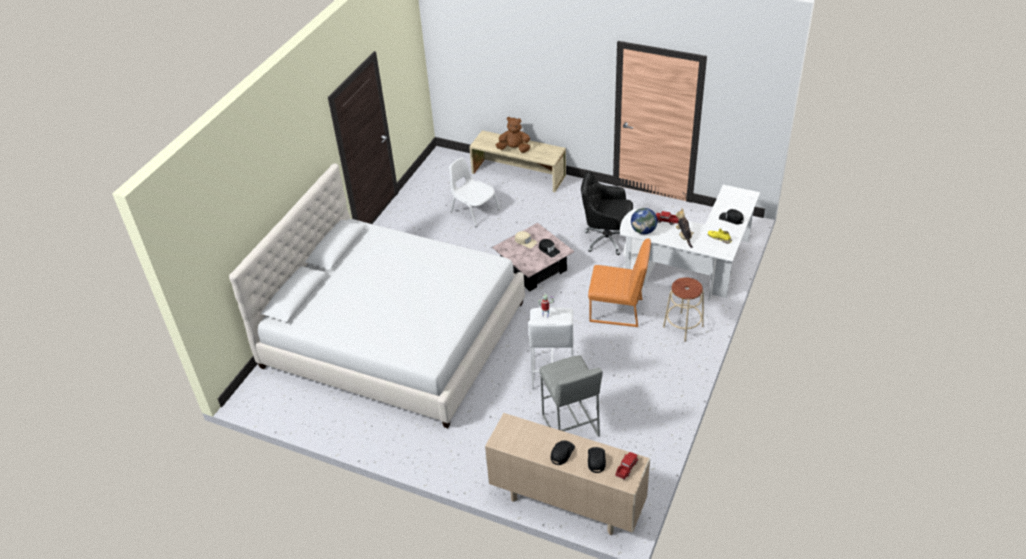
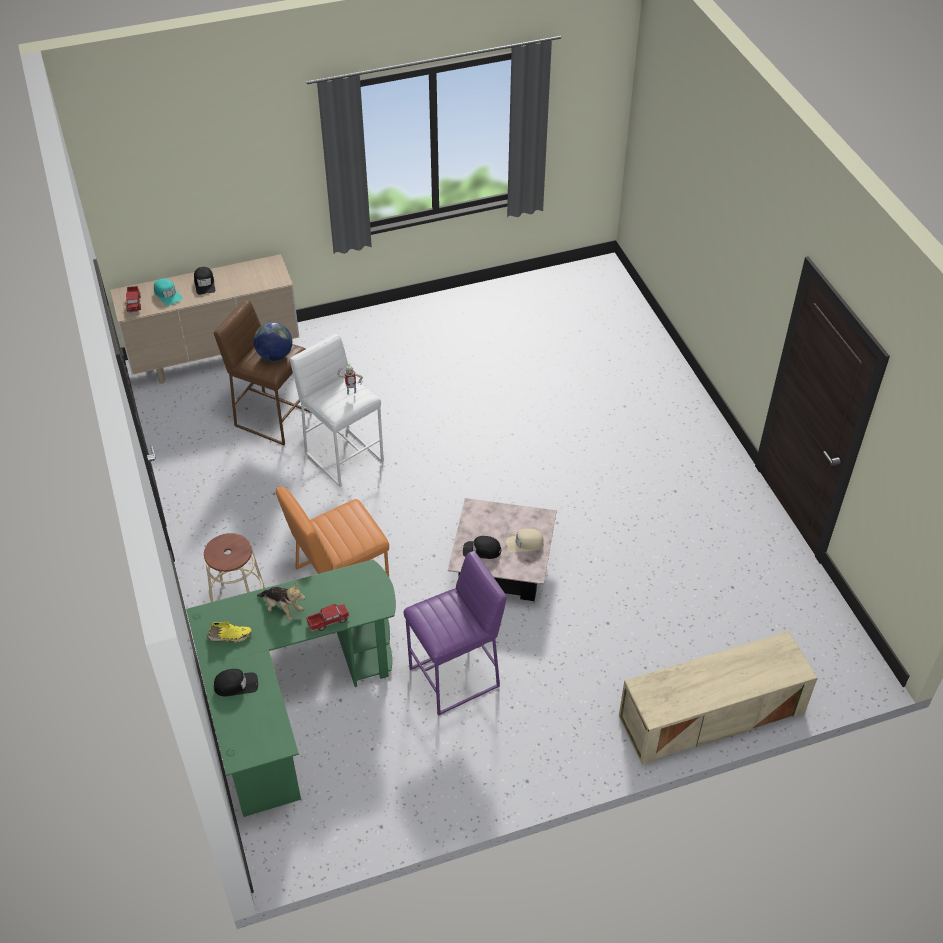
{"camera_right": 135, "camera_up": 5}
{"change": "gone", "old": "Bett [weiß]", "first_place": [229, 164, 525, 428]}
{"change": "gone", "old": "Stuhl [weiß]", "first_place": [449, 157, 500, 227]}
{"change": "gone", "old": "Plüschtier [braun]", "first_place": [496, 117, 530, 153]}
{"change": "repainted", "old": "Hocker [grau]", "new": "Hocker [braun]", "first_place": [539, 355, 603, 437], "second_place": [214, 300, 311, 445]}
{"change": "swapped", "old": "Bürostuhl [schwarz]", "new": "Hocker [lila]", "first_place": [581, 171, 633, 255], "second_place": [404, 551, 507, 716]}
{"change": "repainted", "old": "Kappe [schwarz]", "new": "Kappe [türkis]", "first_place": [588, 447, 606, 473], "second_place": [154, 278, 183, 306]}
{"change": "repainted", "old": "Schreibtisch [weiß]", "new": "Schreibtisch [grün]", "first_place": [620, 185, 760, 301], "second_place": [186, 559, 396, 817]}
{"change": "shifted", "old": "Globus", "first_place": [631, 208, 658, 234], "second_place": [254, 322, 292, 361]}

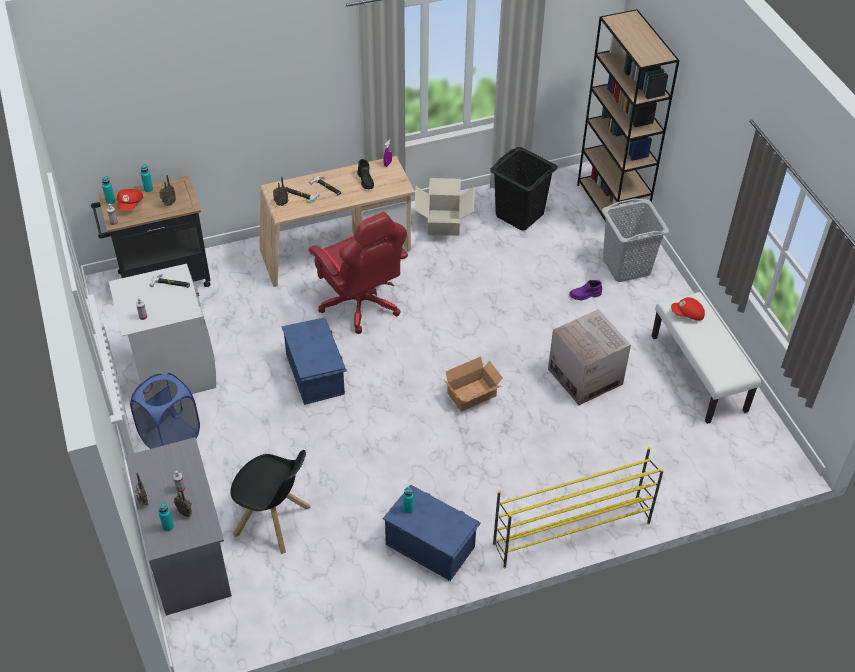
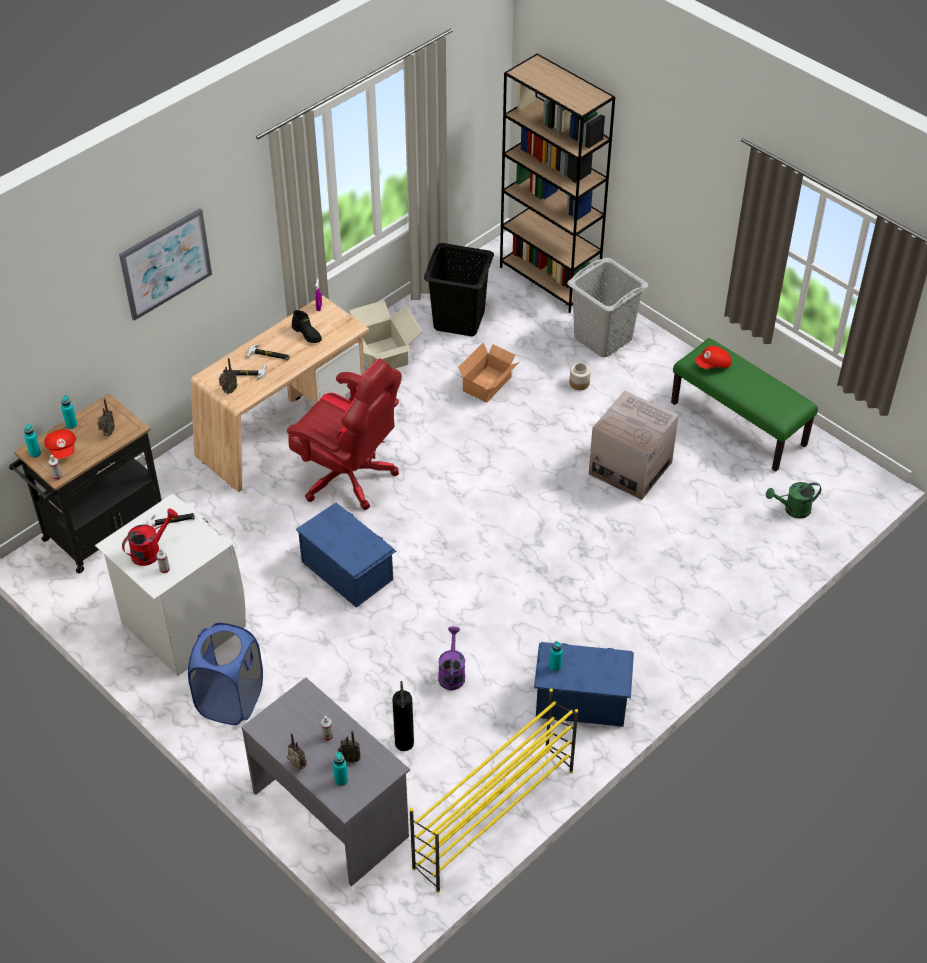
{"camera_right": -25, "camera_up": 0}
{"change": "swapped", "old": "Stuhl [schwarz]", "new": "Feuerlöscher", "first_place": [230, 450, 311, 554], "second_place": [392, 681, 414, 751]}
{"change": "shifted", "old": "Karton", "first_place": [444, 357, 503, 412], "second_place": [458, 342, 520, 403]}
{"change": "shifted", "old": "Schuhregal [gelb]", "first_place": [493, 447, 664, 568], "second_place": [410, 689, 578, 893]}
{"change": "swapped", "old": "Stiefel [lila]", "new": "Vorratsglas", "first_place": [569, 280, 602, 300], "second_place": [570, 363, 591, 390]}
{"change": "repainted", "old": "Bank [weiß]", "new": "Bank [grün]", "first_place": [651, 292, 761, 424], "second_place": [671, 338, 818, 472]}
{"change": "new", "new": "Bild", "second_place": [119, 209, 212, 321]}
{"change": "new", "new": "Gießkanne [rot]", "second_place": [122, 508, 178, 566]}
{"change": "new", "new": "Gießkanne [lila]", "second_place": [438, 627, 465, 690]}
{"change": "new", "new": "Gießkanne [grün]", "second_place": [766, 482, 821, 519]}

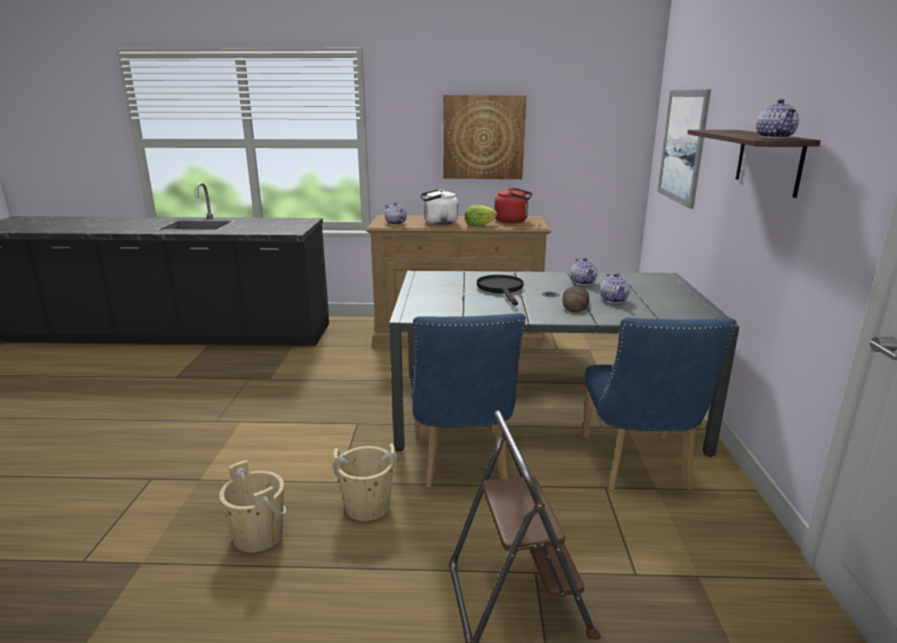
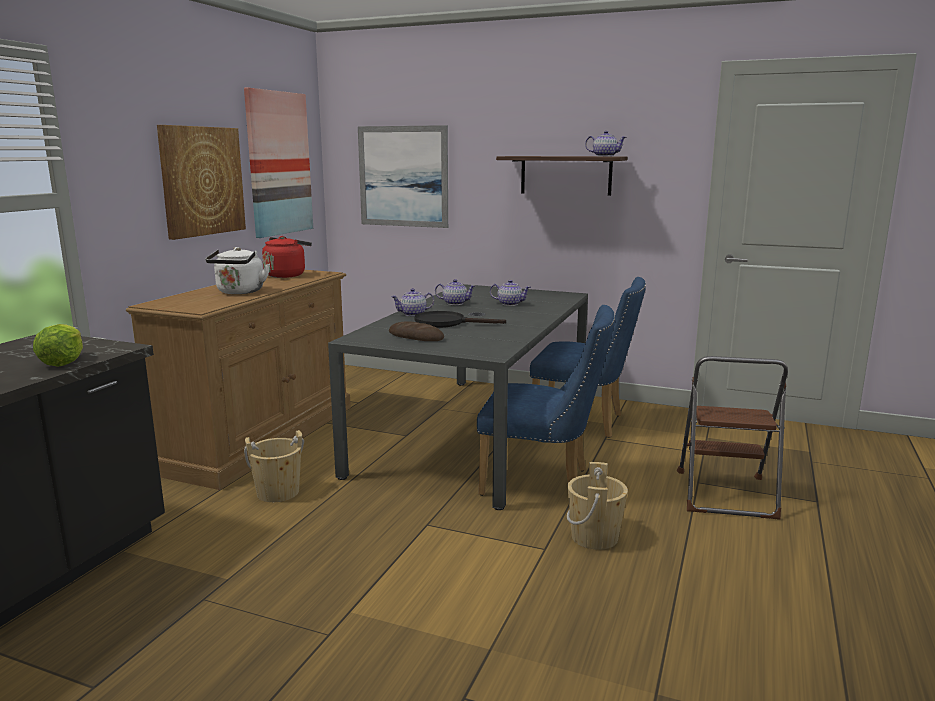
{"camera_right": -70, "camera_up": -5}
{"change": "shifted", "old": "Eimer [beige]", "first_place": [219, 460, 286, 553], "second_place": [244, 430, 304, 502]}
{"change": "shifted", "old": "Teekanne", "first_place": [385, 202, 407, 225], "second_place": [391, 288, 434, 316]}
{"change": "shifted", "old": "Salatkopf", "first_place": [465, 205, 497, 227], "second_place": [33, 324, 83, 367]}
{"change": "shifted", "old": "Brot", "first_place": [563, 286, 589, 312], "second_place": [389, 321, 444, 341]}
{"change": "new", "new": "Bild", "second_place": [244, 88, 313, 238]}

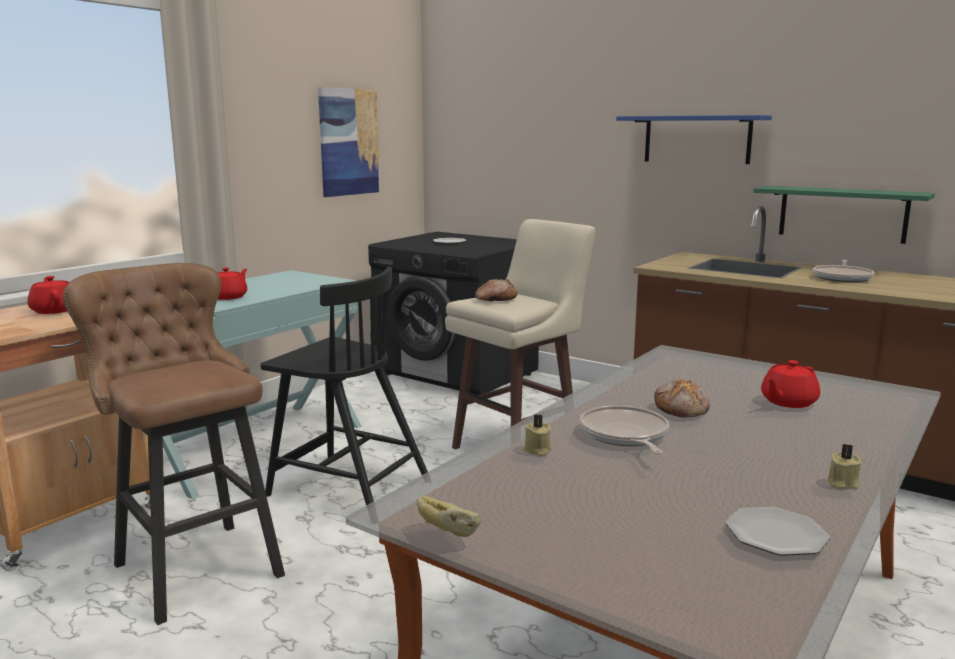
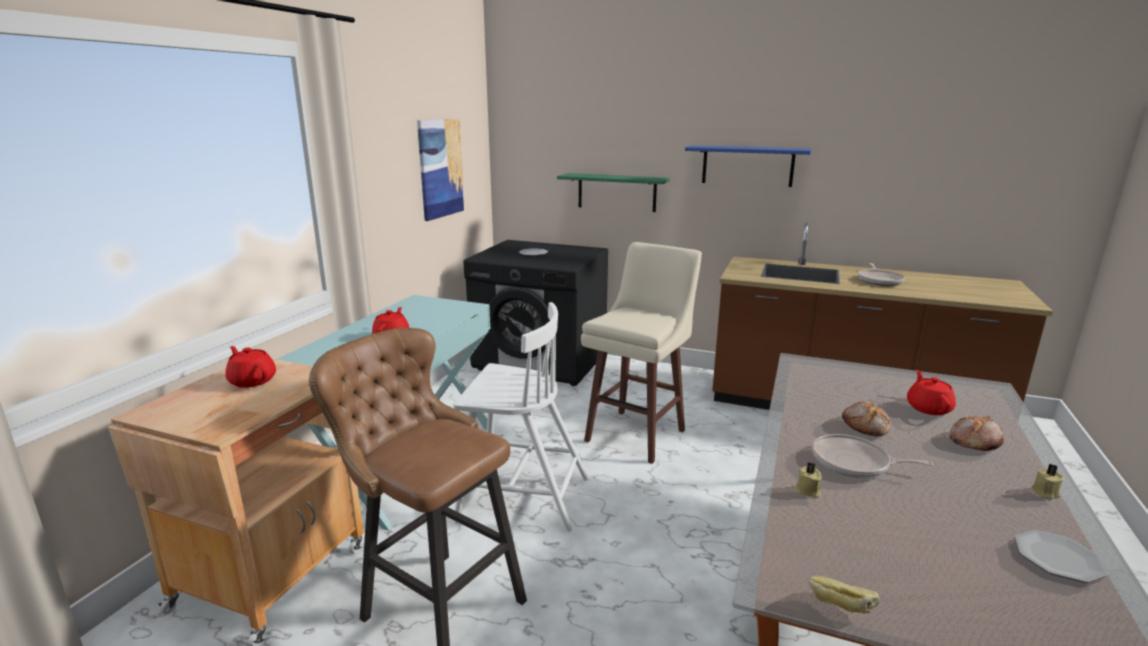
{"camera_right": -15, "camera_up": 5}
{"change": "repainted", "old": "Stuhl [schwarz]", "new": "Stuhl [weiß]", "first_place": [260, 267, 428, 505], "second_place": [453, 302, 589, 532]}
{"change": "shifted", "old": "Brot", "first_place": [475, 279, 518, 301], "second_place": [949, 416, 1004, 451]}
{"change": "rotated", "old": "Pfanne", "first_place": [580, 405, 669, 455], "second_place": [812, 434, 934, 478], "degrees": -45}
{"change": "shifted", "old": "Wandregal [grün]", "first_place": [753, 186, 935, 244], "second_place": [557, 173, 670, 212]}
{"change": "rotated", "old": "Teekanne [rot]", "first_place": [761, 360, 820, 408], "second_place": [907, 370, 956, 415], "degrees": 150}

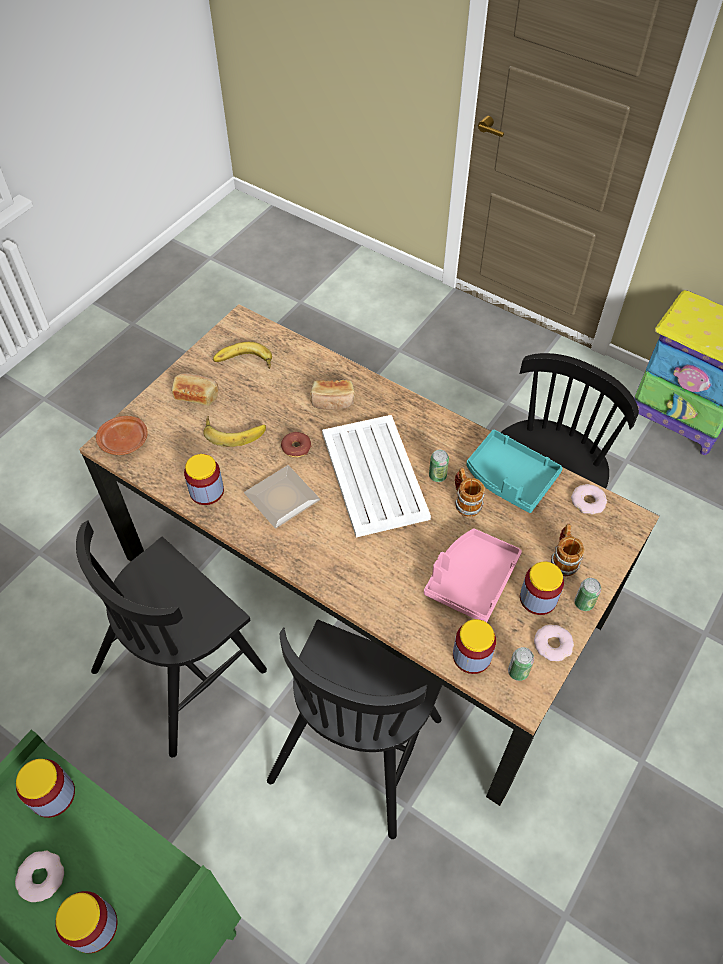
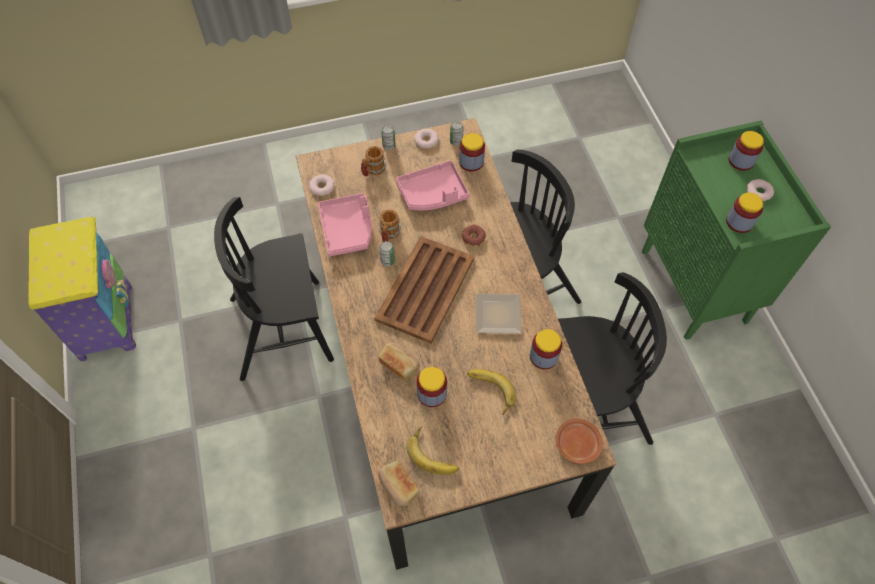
{"camera_right": -140, "camera_up": 5}
{"change": "shifted", "old": "Brot", "first_place": [172, 373, 218, 406], "second_place": [378, 460, 420, 506]}
{"change": "shifted", "old": "Donut", "first_place": [281, 432, 312, 458], "second_place": [462, 225, 486, 246]}
{"change": "repainted", "old": "Tablett [weiß]", "new": "Tablett [braun]", "first_place": [322, 415, 431, 537], "second_place": [375, 236, 474, 344]}
{"change": "repainted", "old": "Tablett [türkis]", "new": "Tablett [rosa]", "first_place": [466, 430, 563, 513], "second_place": [318, 193, 372, 256]}
{"change": "shifted", "old": "Vorratsglas", "first_place": [520, 562, 564, 615], "second_place": [417, 367, 447, 407]}

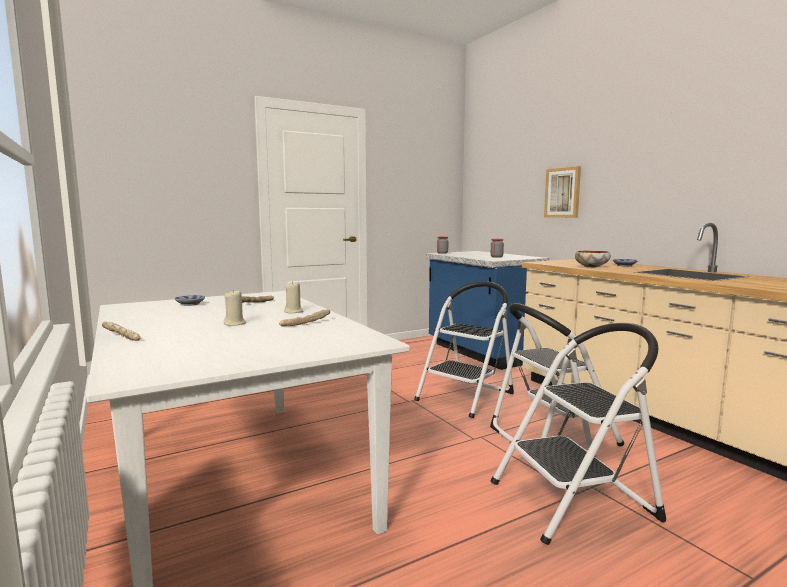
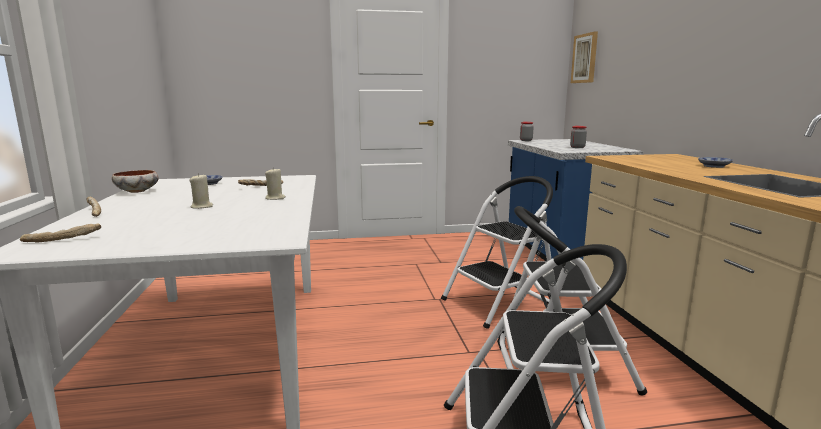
{"camera_right": 20, "camera_up": 5}
{"change": "shifted", "old": "Brot", "first_place": [279, 309, 330, 326], "second_place": [20, 223, 101, 242]}
{"change": "shifted", "old": "Bild", "first_place": [544, 166, 581, 218], "second_place": [571, 31, 598, 83]}
{"change": "shifted", "old": "Schüssel", "first_place": [575, 250, 611, 268], "second_place": [112, 170, 159, 193]}

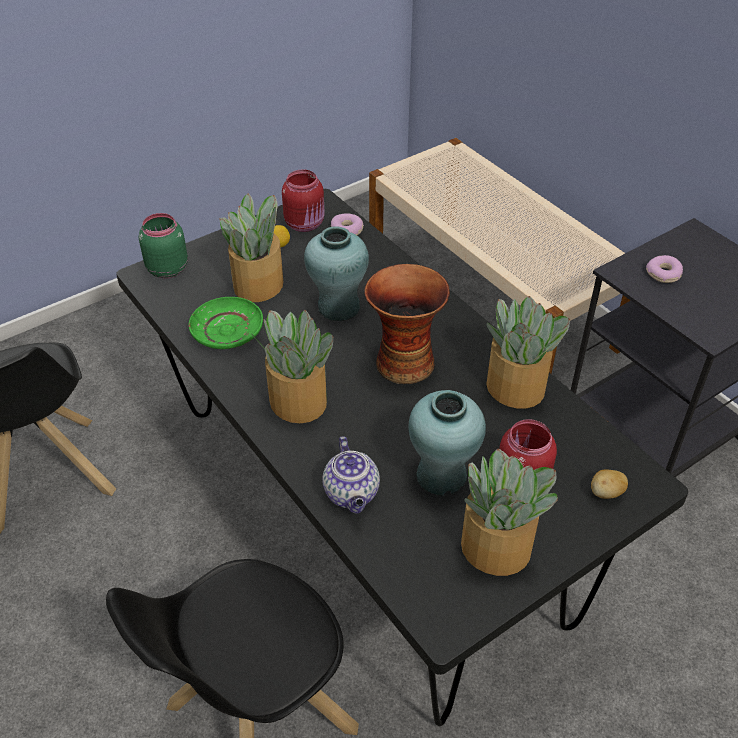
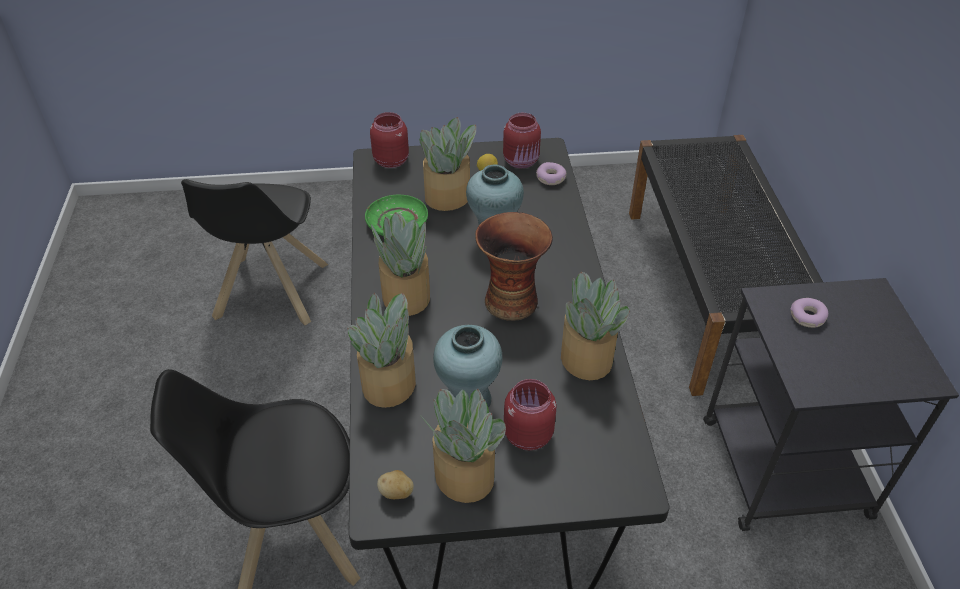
{"camera_right": 30, "camera_up": 0}
{"change": "repainted", "old": "Vorratsglas [grün]", "new": "Vorratsglas [rot]", "first_place": [139, 213, 188, 278], "second_place": [370, 112, 409, 168]}
{"change": "swapped", "old": "Teekanne", "new": "Topfpflanze", "first_place": [322, 436, 380, 514], "second_place": [347, 293, 416, 408]}
{"change": "repainted", "old": "Bank [beige]", "new": "Bank [schwarz]", "first_place": [369, 138, 631, 374], "second_place": [629, 135, 823, 396]}
{"change": "shifted", "old": "Kartoffel", "first_place": [591, 469, 628, 499], "second_place": [377, 470, 414, 499]}

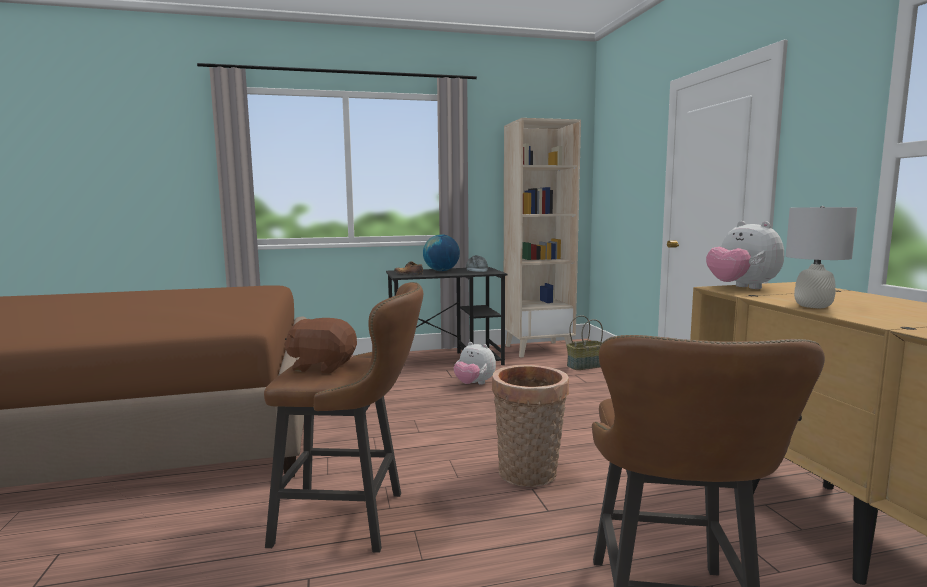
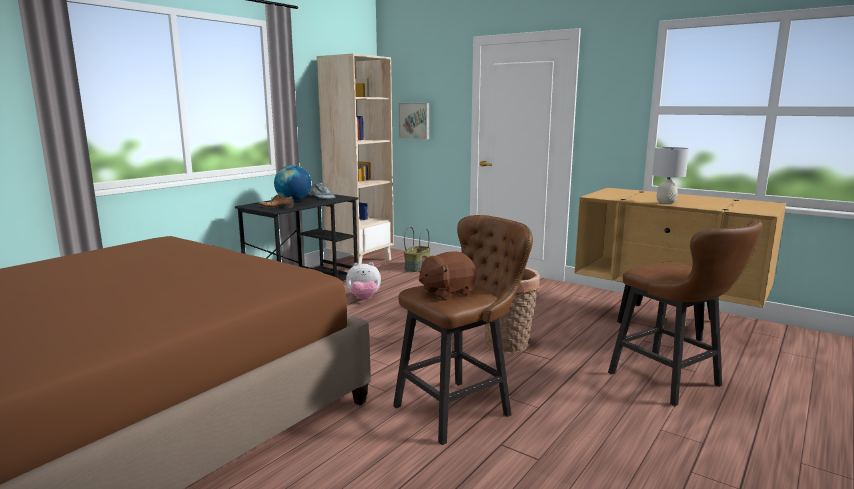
{"camera_right": -40, "camera_up": 5}
{"change": "gone", "old": "Plüschtier", "first_place": [706, 221, 784, 289]}
{"change": "new", "new": "Bild", "second_place": [399, 103, 429, 139]}

